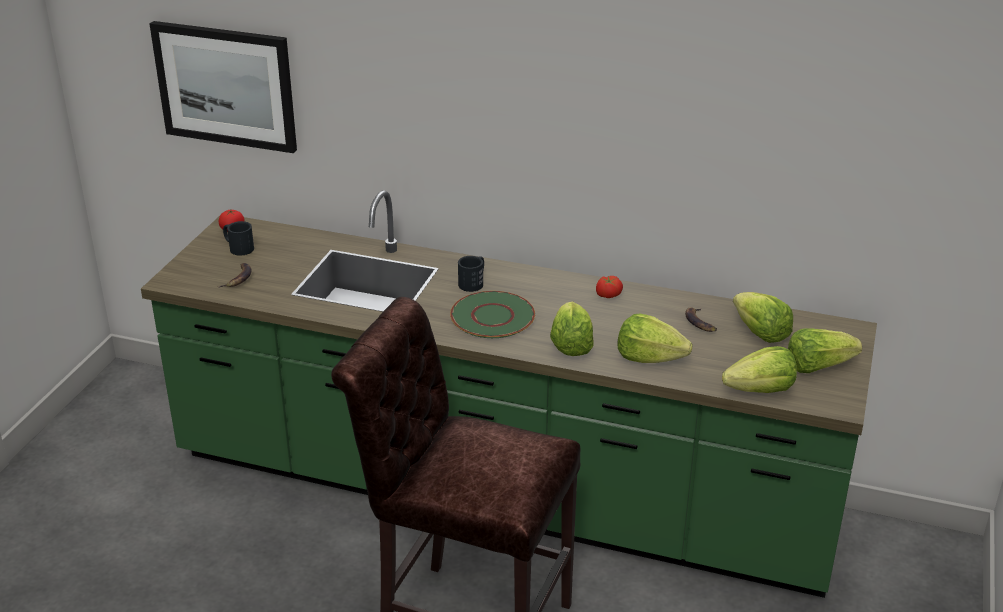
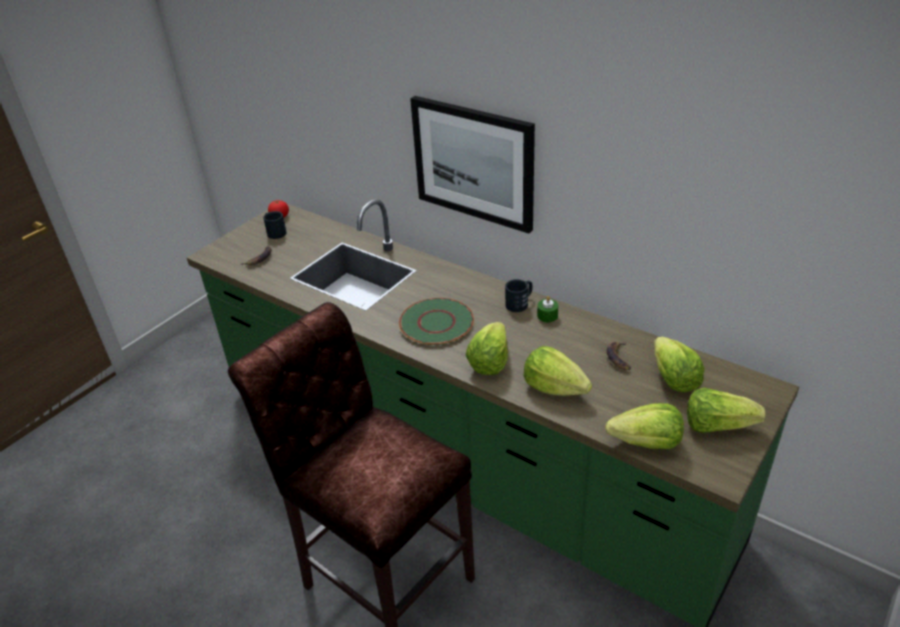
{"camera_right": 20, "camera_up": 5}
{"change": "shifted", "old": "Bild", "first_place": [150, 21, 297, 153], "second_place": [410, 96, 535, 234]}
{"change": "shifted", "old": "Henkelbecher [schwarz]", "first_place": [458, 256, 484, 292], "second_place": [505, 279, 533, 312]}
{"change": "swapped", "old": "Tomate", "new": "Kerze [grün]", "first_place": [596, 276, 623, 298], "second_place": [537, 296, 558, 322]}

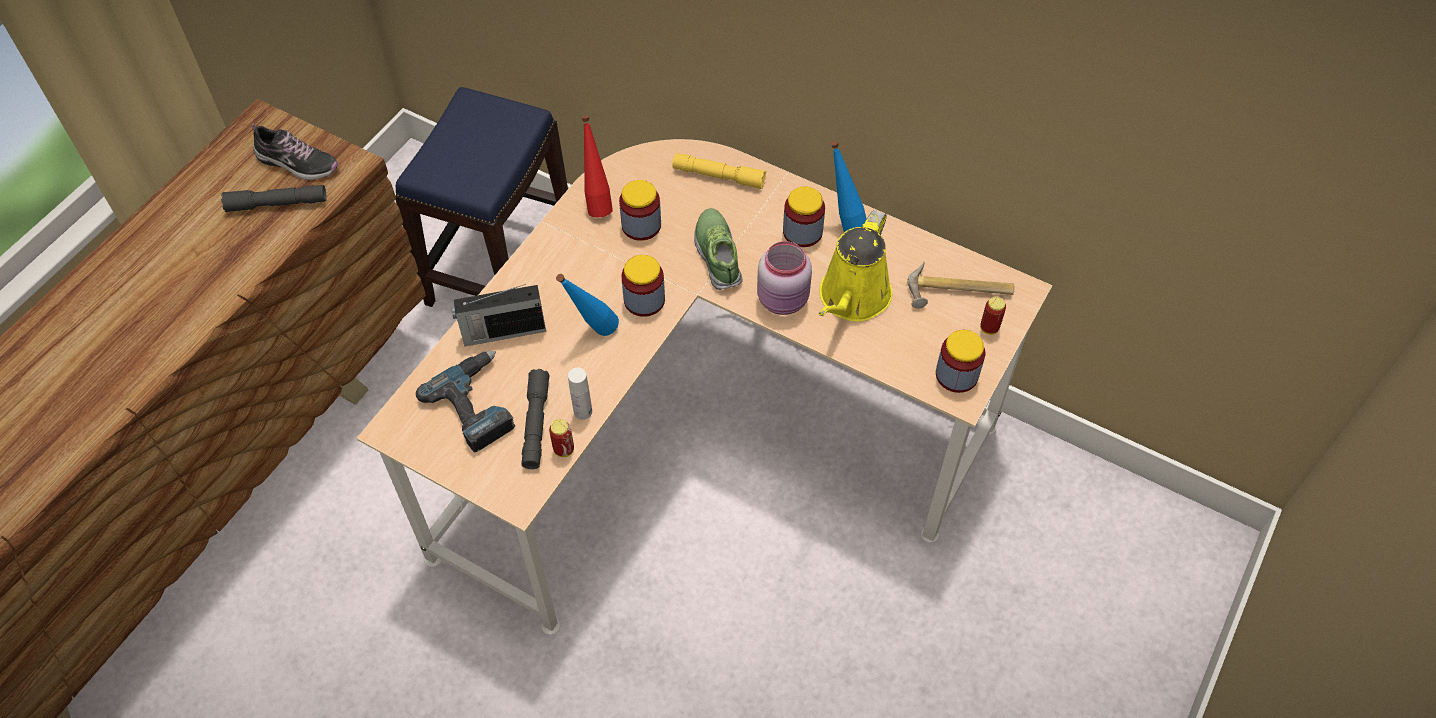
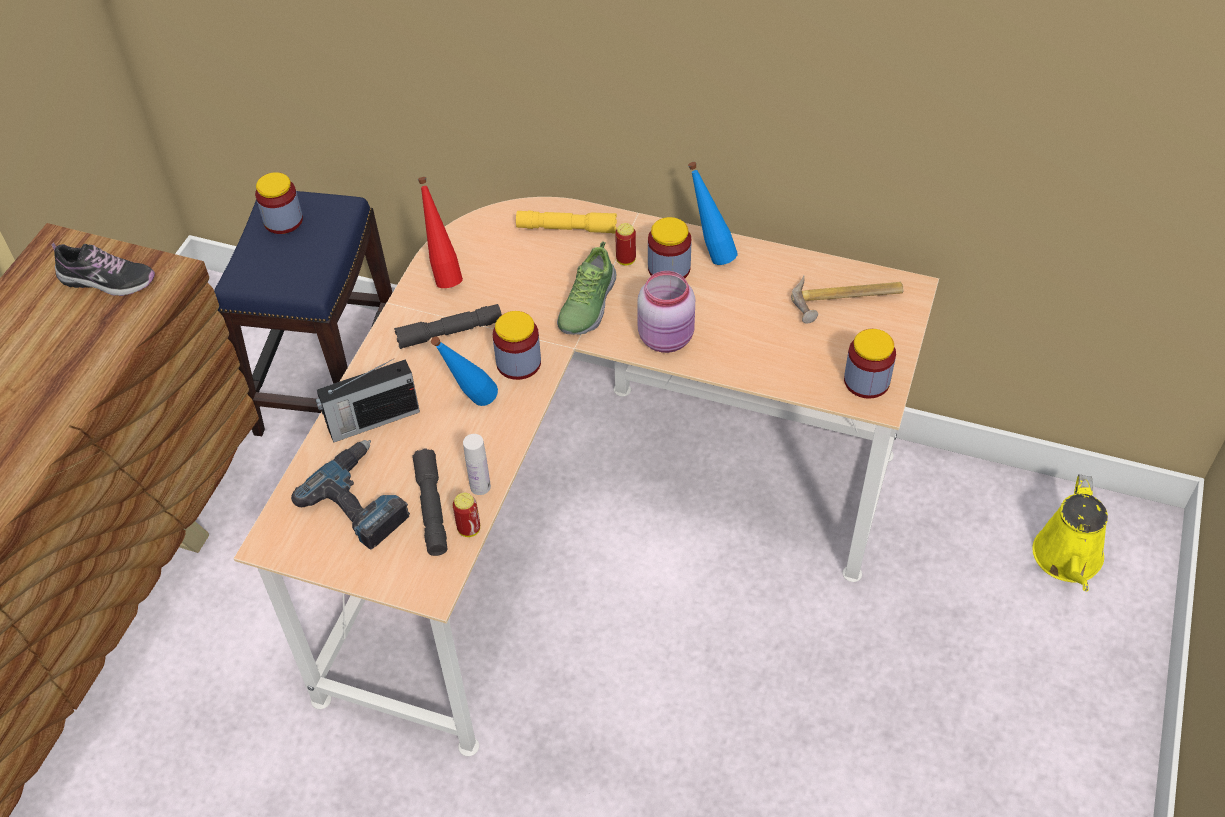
{"camera_right": -10, "camera_up": -5}
{"change": "shifted", "old": "Taschenlampe [grau]", "first_place": [221, 185, 327, 212], "second_place": [394, 304, 502, 349]}
{"change": "shifted", "old": "Vorratsglas", "first_place": [619, 180, 661, 241], "second_place": [255, 172, 303, 234]}
{"change": "rotated", "old": "Schuh", "first_place": [694, 208, 743, 290], "second_place": [557, 241, 617, 335], "degrees": -135}
{"change": "shifted", "old": "Gießkanne [gelb]", "first_place": [819, 210, 892, 322], "second_place": [1032, 474, 1108, 591]}
{"change": "shifted", "old": "Dose", "first_place": [980, 296, 1006, 335], "second_place": [615, 223, 636, 265]}

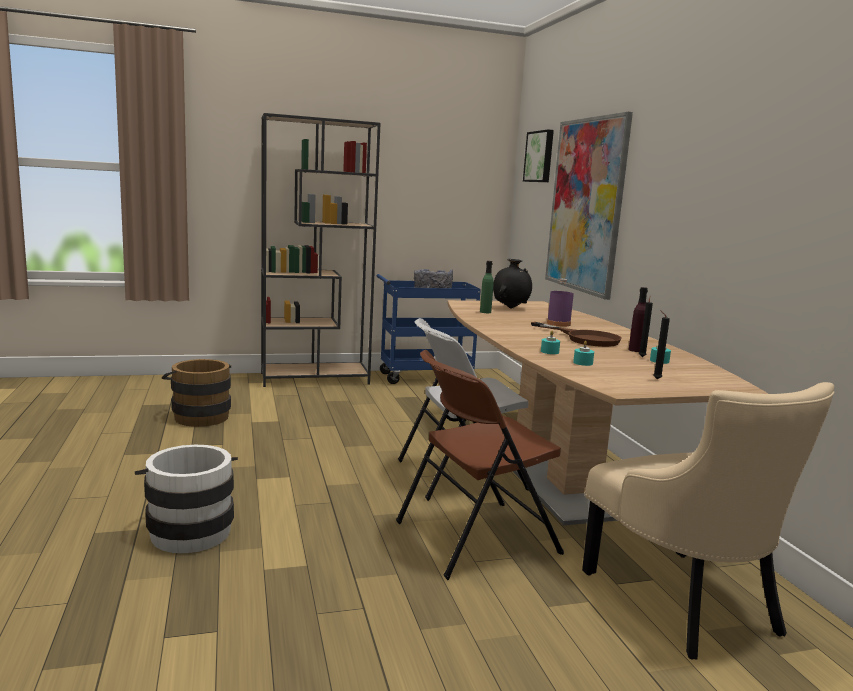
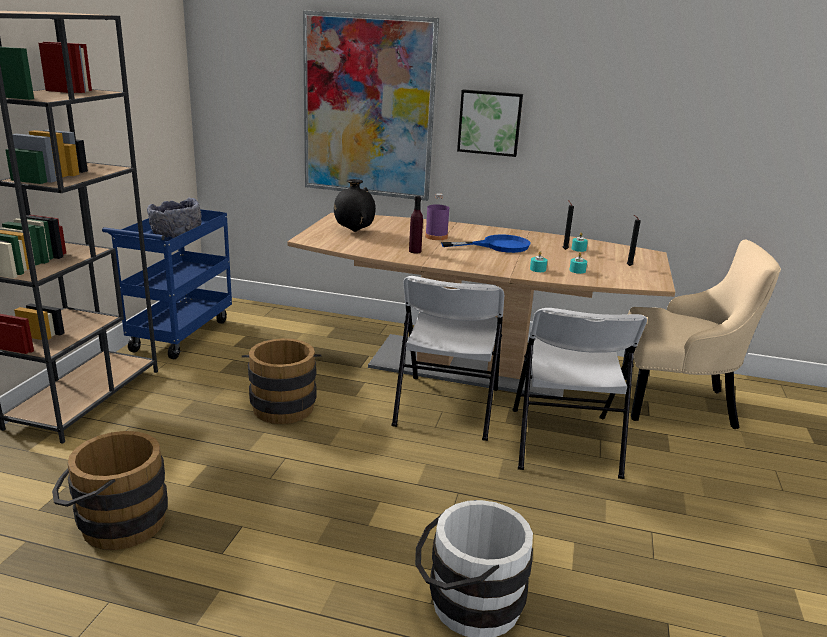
{"camera_right": -60, "camera_up": 10}
{"change": "repainted", "old": "Stuhl [braun]", "new": "Stuhl [weiß]", "first_place": [396, 350, 564, 580], "second_place": [512, 308, 647, 479]}
{"change": "gone", "old": "Flasche [grün]", "first_place": [480, 261, 494, 313]}
{"change": "shifted", "old": "Bild", "first_place": [523, 130, 554, 182], "second_place": [457, 89, 523, 157]}
{"change": "repainted", "old": "Pfanne [braun]", "new": "Pfanne [blau]", "first_place": [531, 322, 622, 347], "second_place": [441, 234, 530, 253]}
{"change": "shifted", "old": "Flasche [lila]", "first_place": [629, 287, 648, 352], "second_place": [409, 196, 423, 253]}
{"change": "new", "new": "Eimer [braun]", "second_place": [242, 338, 322, 424]}

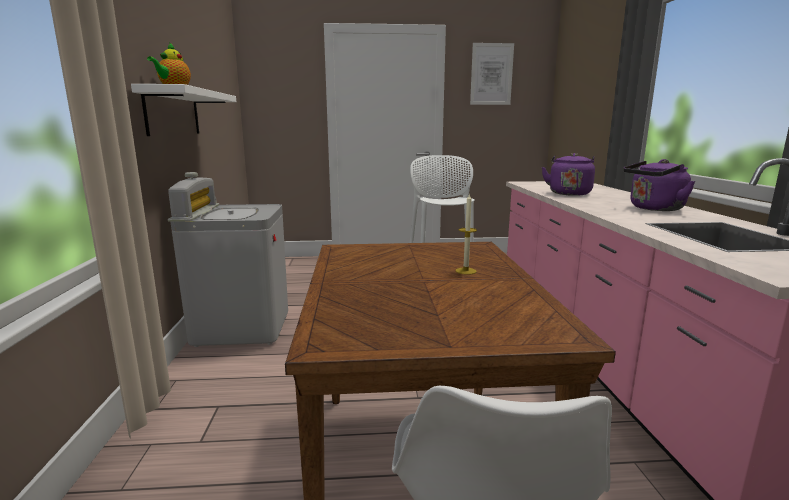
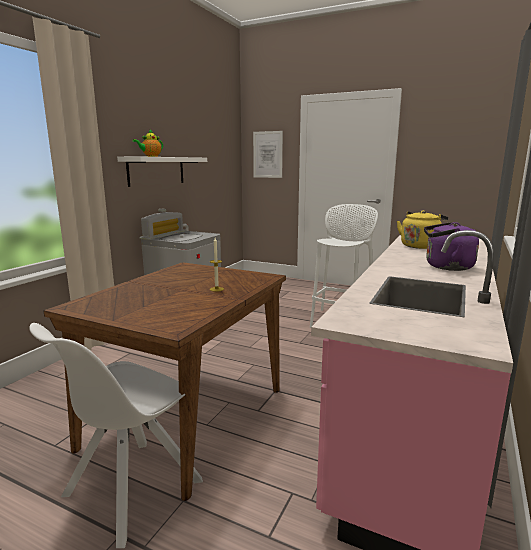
{"camera_right": 30, "camera_up": 0}
{"change": "shifted", "old": "Bild", "first_place": [470, 43, 514, 105], "second_place": [253, 131, 283, 178]}
{"change": "repainted", "old": "Wasserkessel [lila]", "new": "Wasserkessel [gelb]", "first_place": [542, 153, 595, 196], "second_place": [397, 210, 448, 249]}

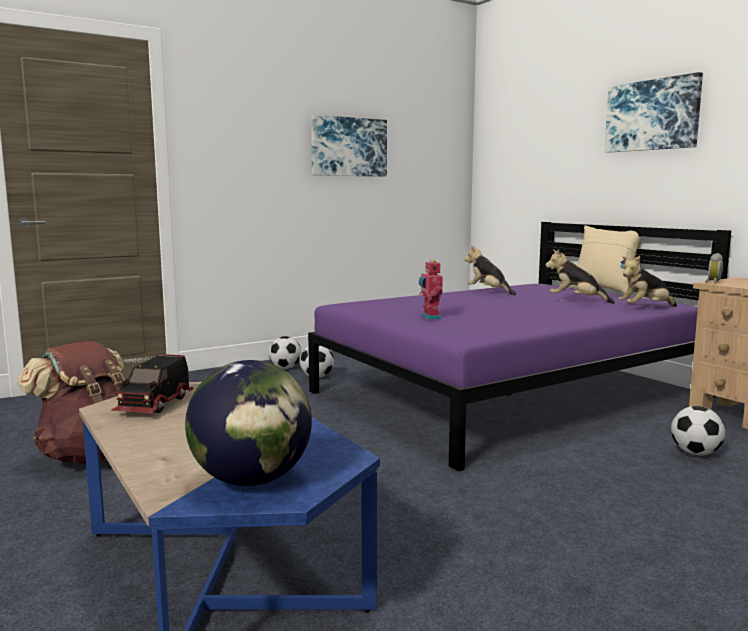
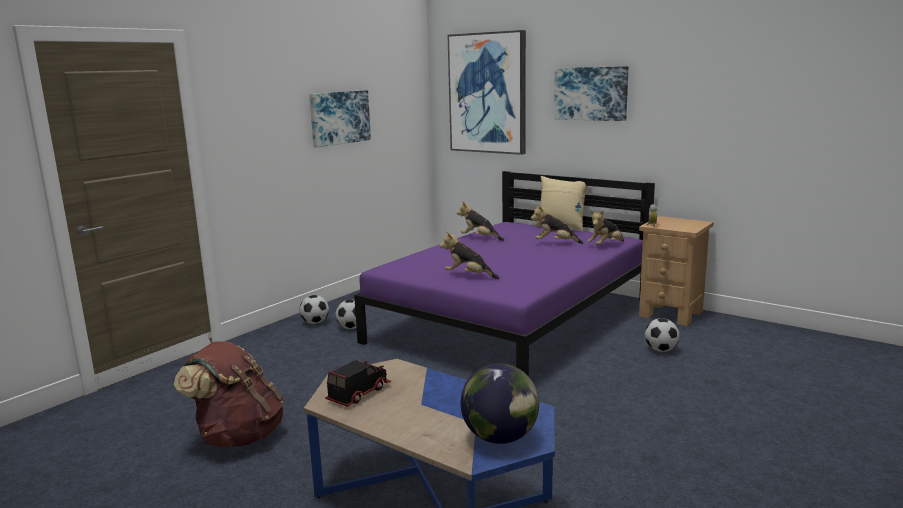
{"camera_right": -20, "camera_up": 5}
{"change": "rotated", "old": "Spielzeuglaster", "first_place": [111, 354, 193, 414], "second_place": [325, 360, 392, 407], "degrees": -135}
{"change": "swapped", "old": "Spielzeugroboter", "new": "Plüschtier", "first_place": [419, 259, 443, 320], "second_place": [440, 231, 499, 279]}
{"change": "new", "new": "Bild", "second_place": [447, 30, 526, 155]}

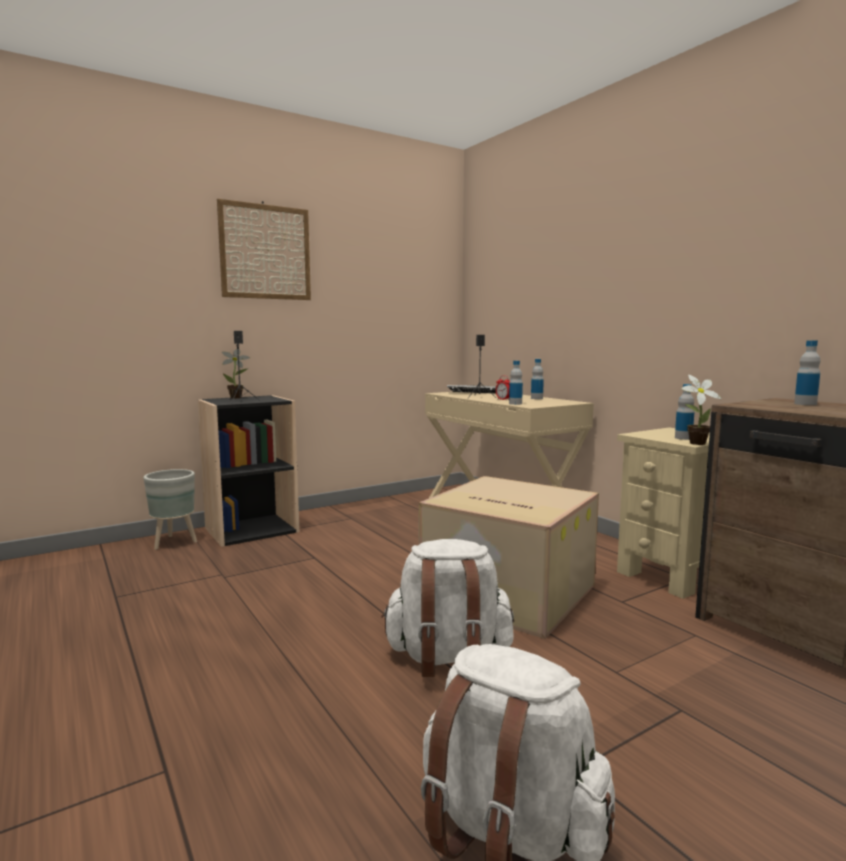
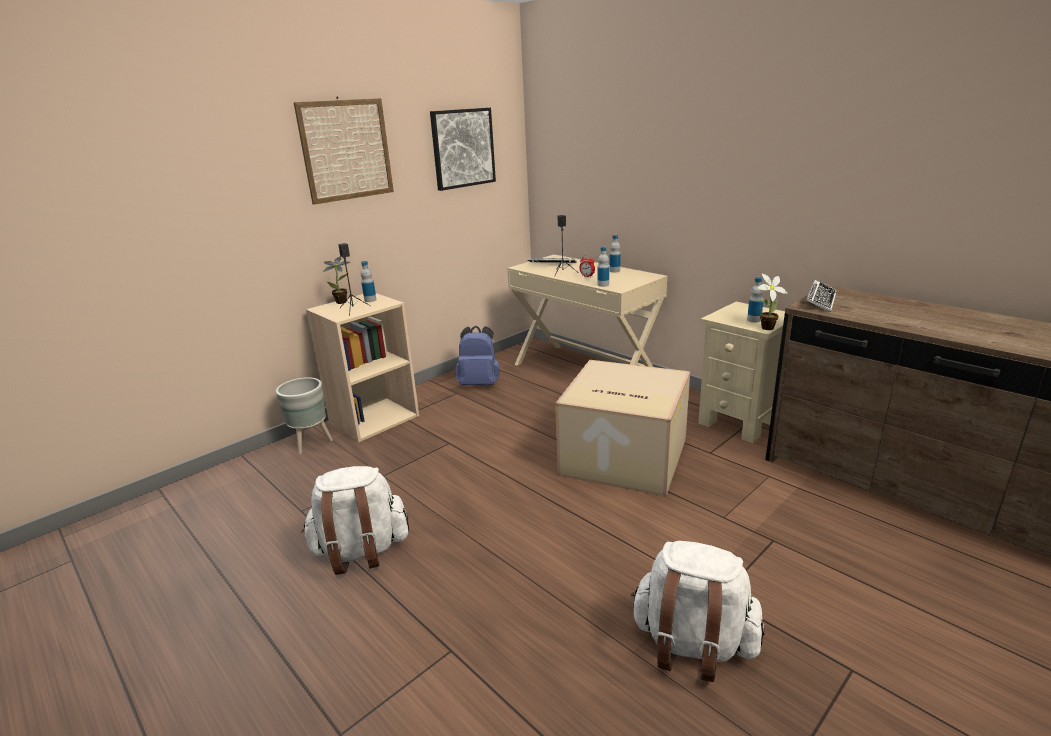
{"camera_right": -10, "camera_up": 15}
{"change": "repainted", "old": "Bücherregal [schwarz]", "new": "Bücherregal [beige]", "first_place": [197, 395, 300, 547], "second_place": [306, 293, 419, 443]}
{"change": "shifted", "old": "Rucksack [weiß]", "first_place": [381, 539, 514, 677], "second_place": [301, 466, 409, 575]}
{"change": "shifted", "old": "Flasche", "first_place": [794, 340, 820, 405], "second_place": [361, 261, 377, 302]}
{"change": "new", "new": "Bild", "second_place": [430, 108, 496, 191]}
{"change": "new", "new": "Rucksack [blau]", "second_place": [455, 326, 500, 385]}
{"change": "new", "new": "Tastatur", "second_place": [806, 280, 837, 312]}

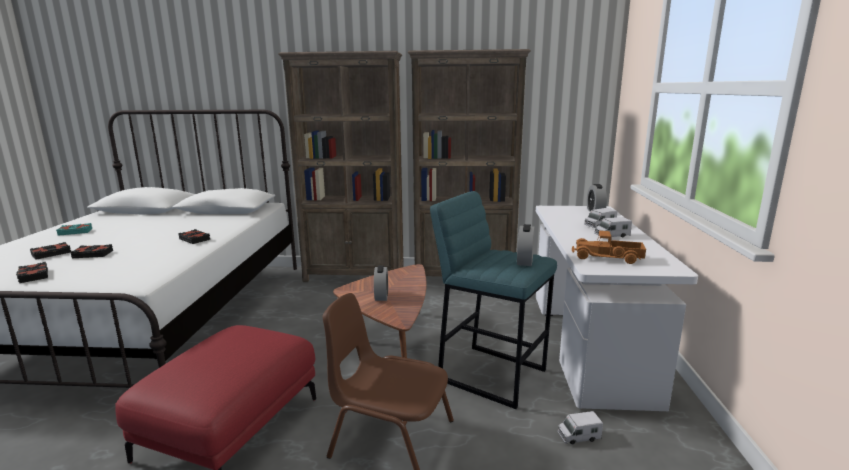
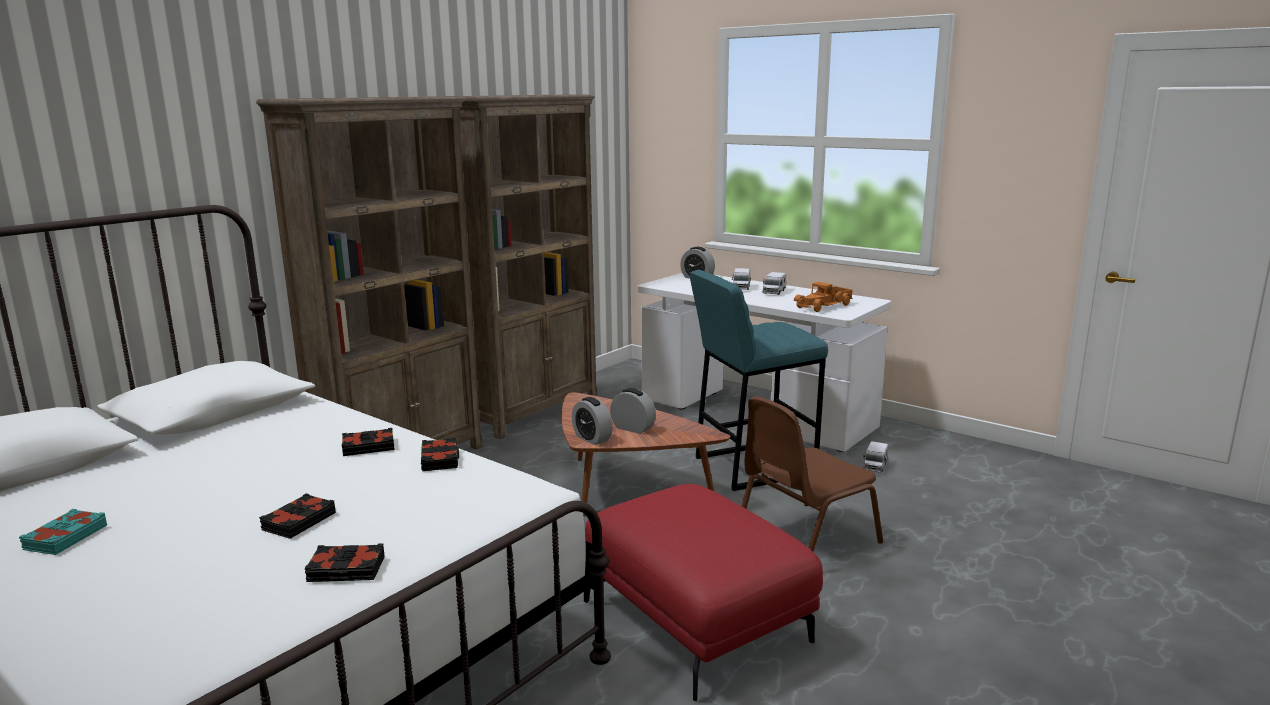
{"camera_right": -55, "camera_up": 0}
{"change": "shifted", "old": "Buch [schwarz]", "first_place": [30, 242, 71, 260], "second_place": [421, 437, 459, 471]}
{"change": "shifted", "old": "Wecker", "first_place": [517, 224, 535, 266], "second_place": [572, 397, 613, 445]}

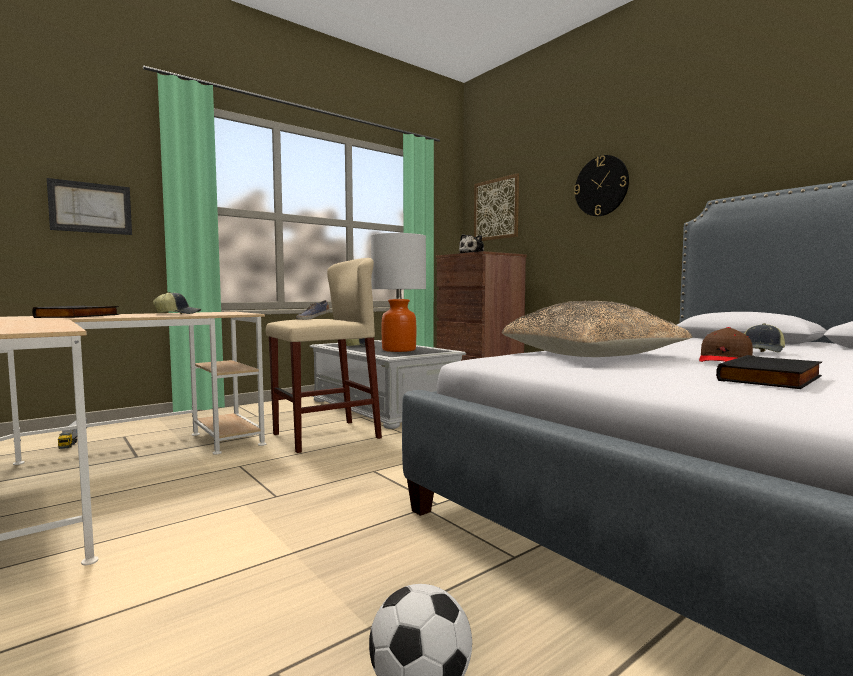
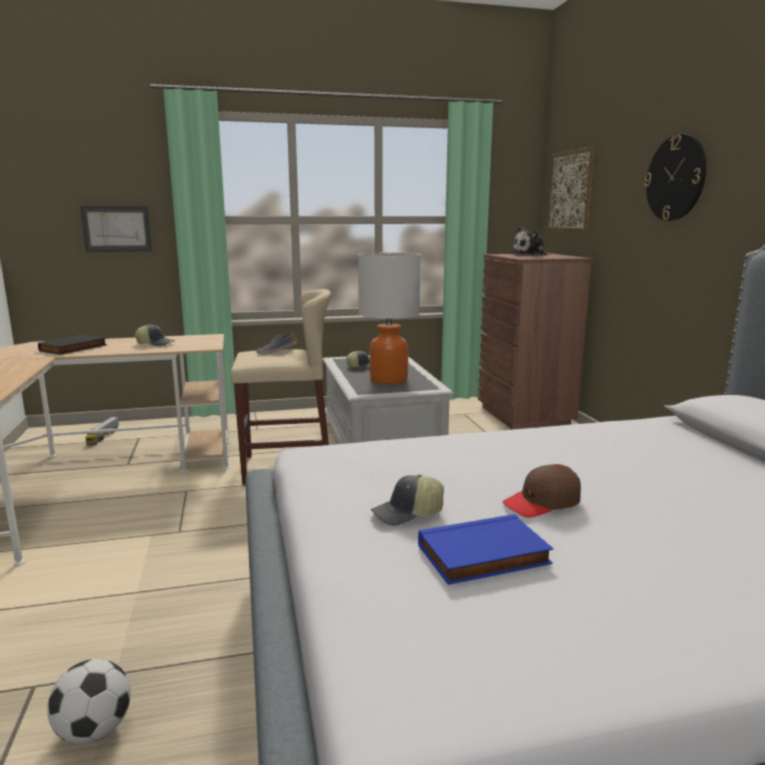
{"camera_right": 25, "camera_up": 10}
{"change": "gone", "old": "Kissen [beige]", "first_place": [502, 301, 692, 357]}
{"change": "repainted", "old": "Buch [schwarz]", "new": "Buch [blau]", "first_place": [716, 355, 822, 389], "second_place": [418, 514, 554, 585]}
{"change": "shifted", "old": "Kappe", "first_place": [744, 323, 785, 352], "second_place": [371, 474, 444, 526]}

